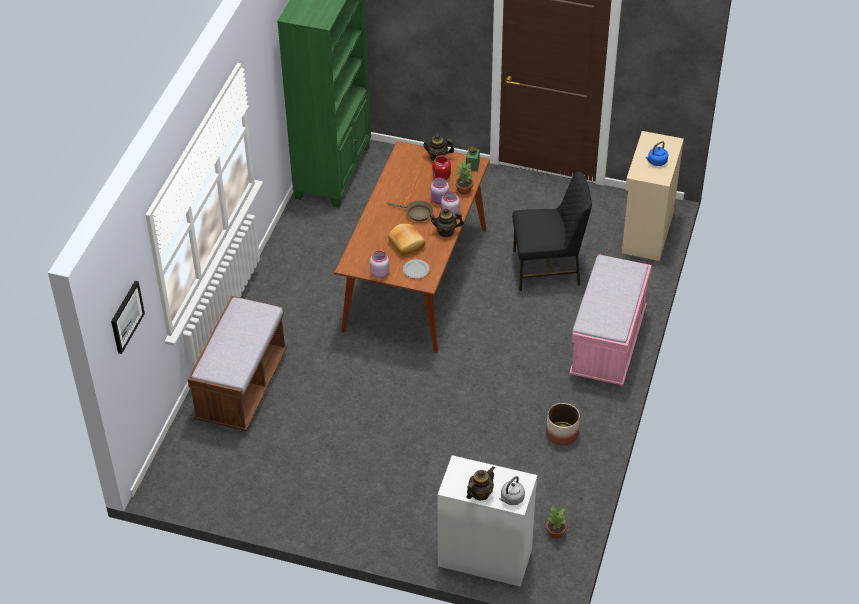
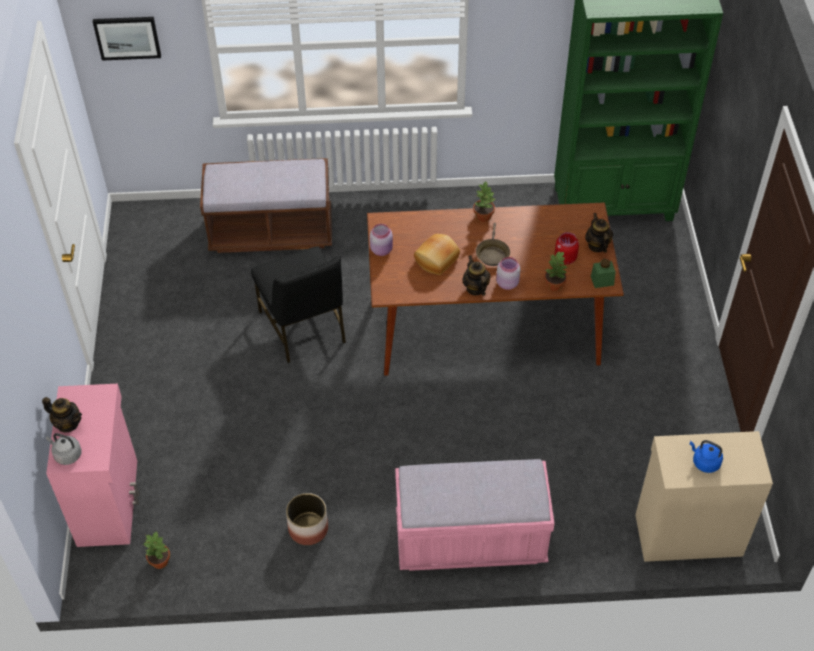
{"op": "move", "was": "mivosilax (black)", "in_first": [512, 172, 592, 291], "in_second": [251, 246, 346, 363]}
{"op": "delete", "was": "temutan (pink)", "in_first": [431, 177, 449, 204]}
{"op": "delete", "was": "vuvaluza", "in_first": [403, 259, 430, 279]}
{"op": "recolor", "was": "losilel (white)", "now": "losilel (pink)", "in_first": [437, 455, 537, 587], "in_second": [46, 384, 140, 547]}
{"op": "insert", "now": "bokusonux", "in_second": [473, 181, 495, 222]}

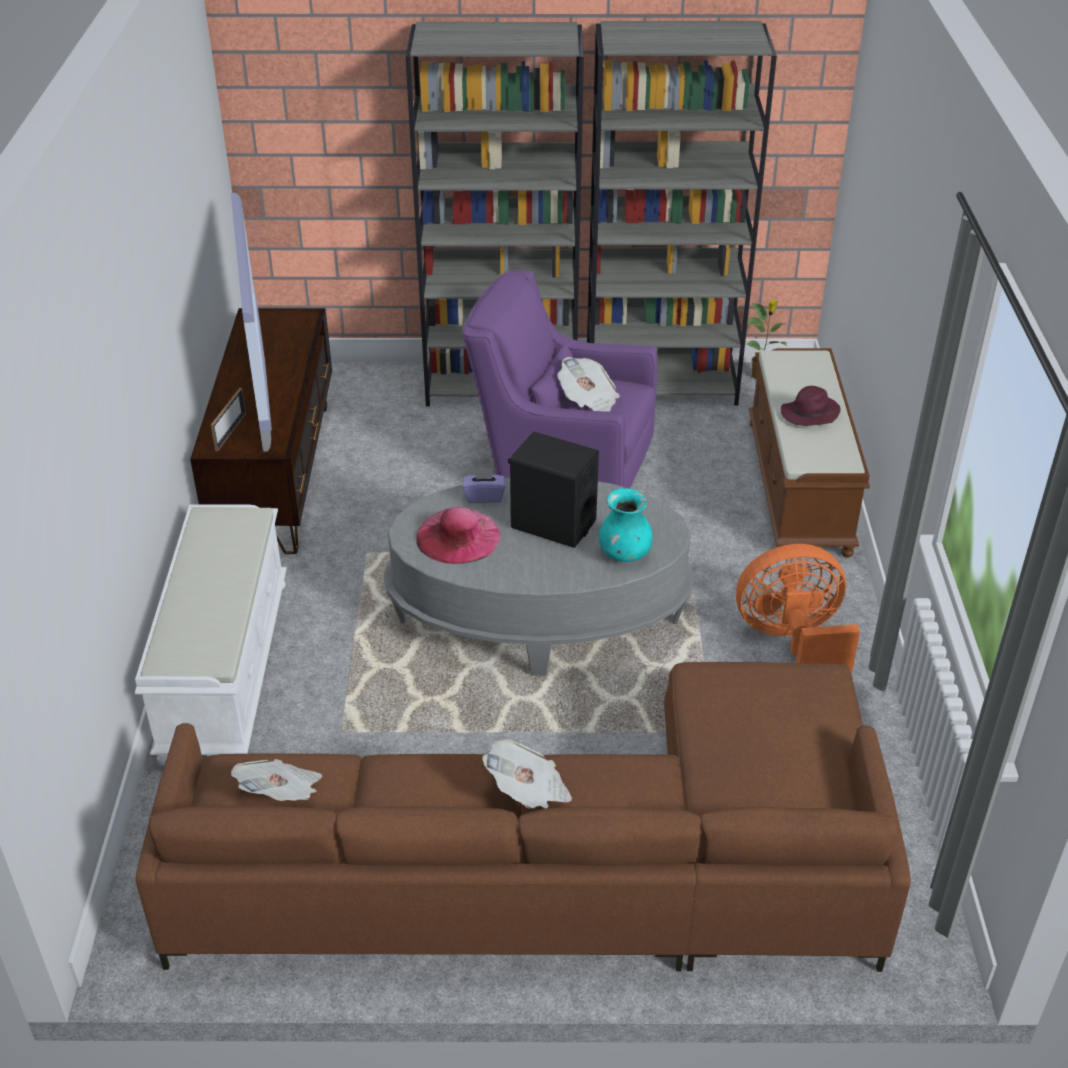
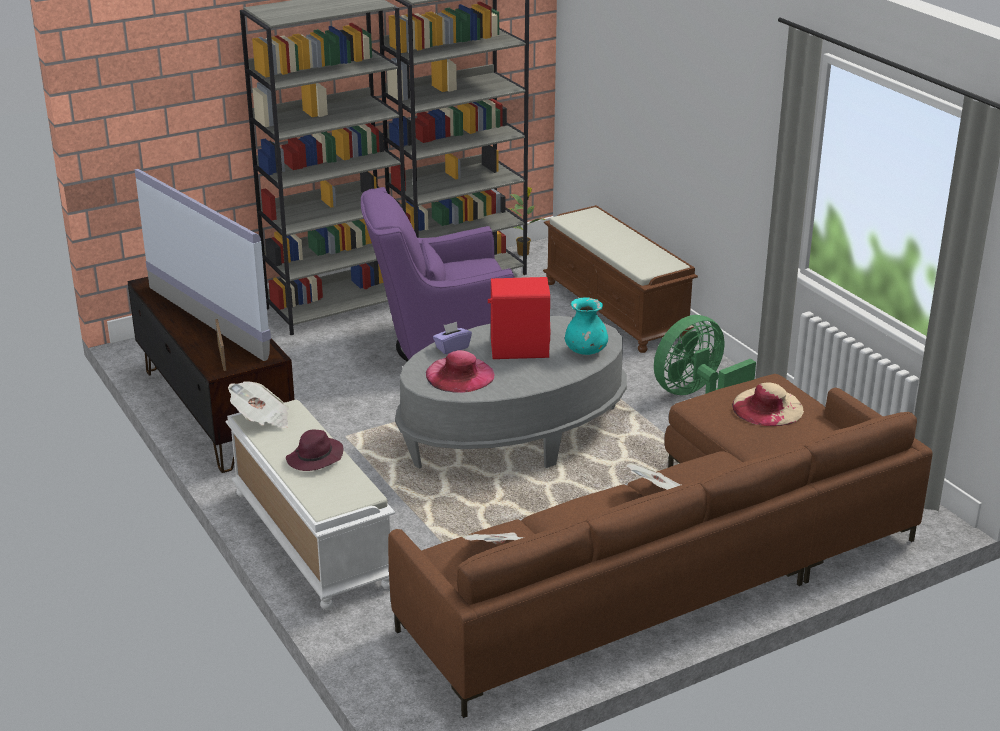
{"op": "move", "was": "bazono", "in_first": [557, 357, 620, 412], "in_second": [228, 381, 289, 428]}
{"op": "move", "was": "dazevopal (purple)", "in_first": [781, 386, 841, 426], "in_second": [286, 429, 343, 471]}
{"op": "recolor", "was": "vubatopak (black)", "now": "vubatopak (red)", "in_first": [508, 432, 599, 548], "in_second": [488, 277, 550, 359]}
{"op": "recolor", "was": "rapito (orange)", "now": "rapito (green)", "in_first": [736, 544, 860, 674], "in_second": [654, 315, 756, 395]}
{"op": "insert", "now": "dazevopal (beige)", "in_second": [732, 383, 804, 426]}

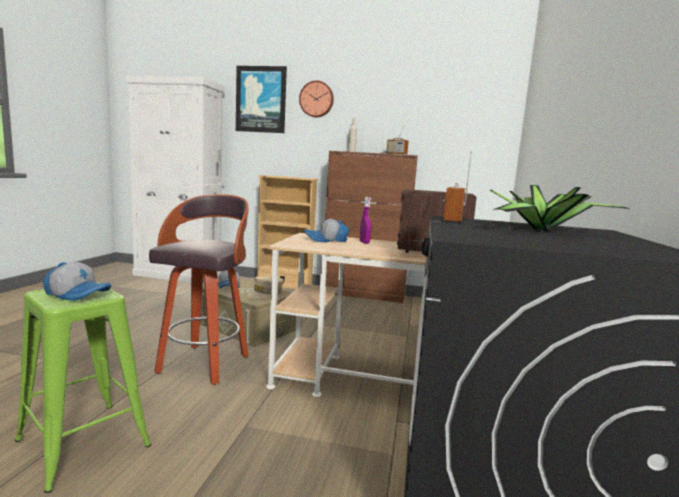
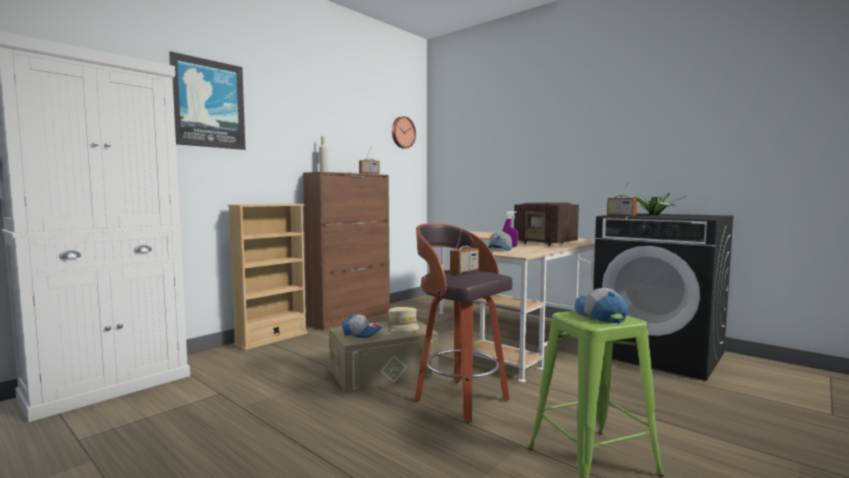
{"op": "move", "was": "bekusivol", "in_first": [299, 81, 334, 117], "in_second": [392, 116, 416, 149]}
{"op": "rotate", "was": "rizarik", "in_first": [43, 262, 111, 301], "in_second": [575, 288, 628, 323], "clockwise": -60}
{"op": "insert", "now": "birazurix", "in_second": [450, 226, 479, 274]}

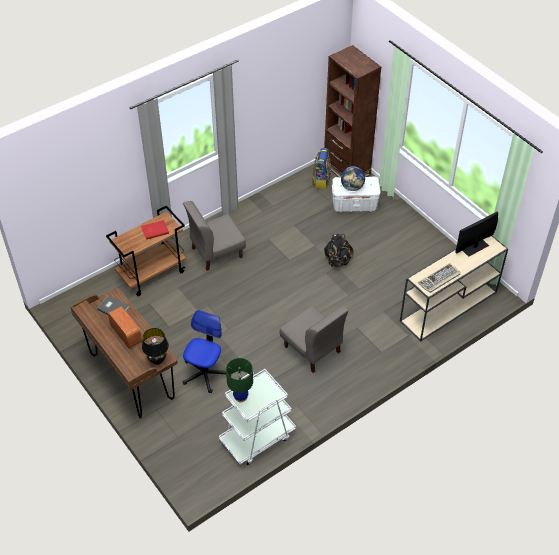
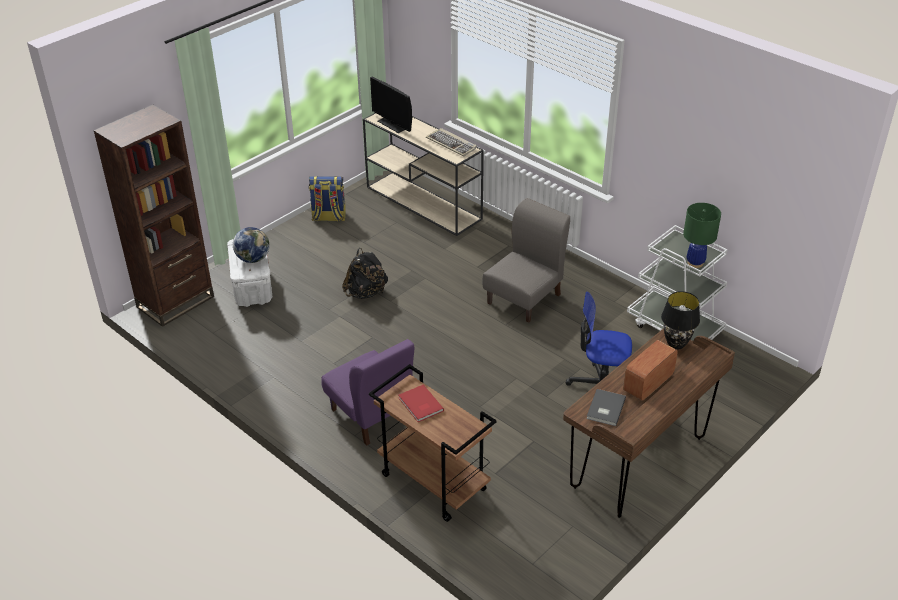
{"op": "move", "was": "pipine", "in_first": [312, 148, 331, 189], "in_second": [309, 176, 346, 222]}
{"op": "recolor", "was": "mivosilax (grey)", "now": "mivosilax (purple)", "in_first": [183, 201, 246, 271], "in_second": [321, 339, 414, 446]}

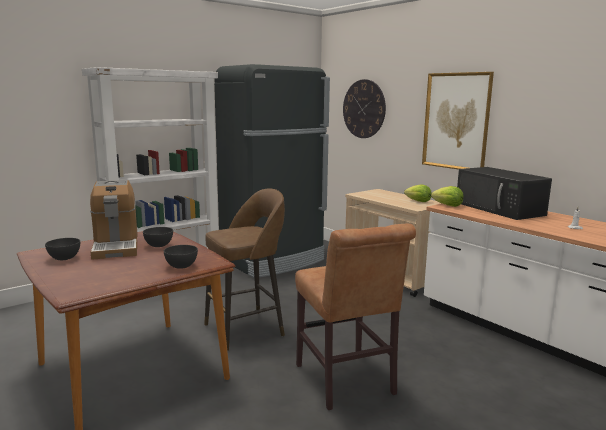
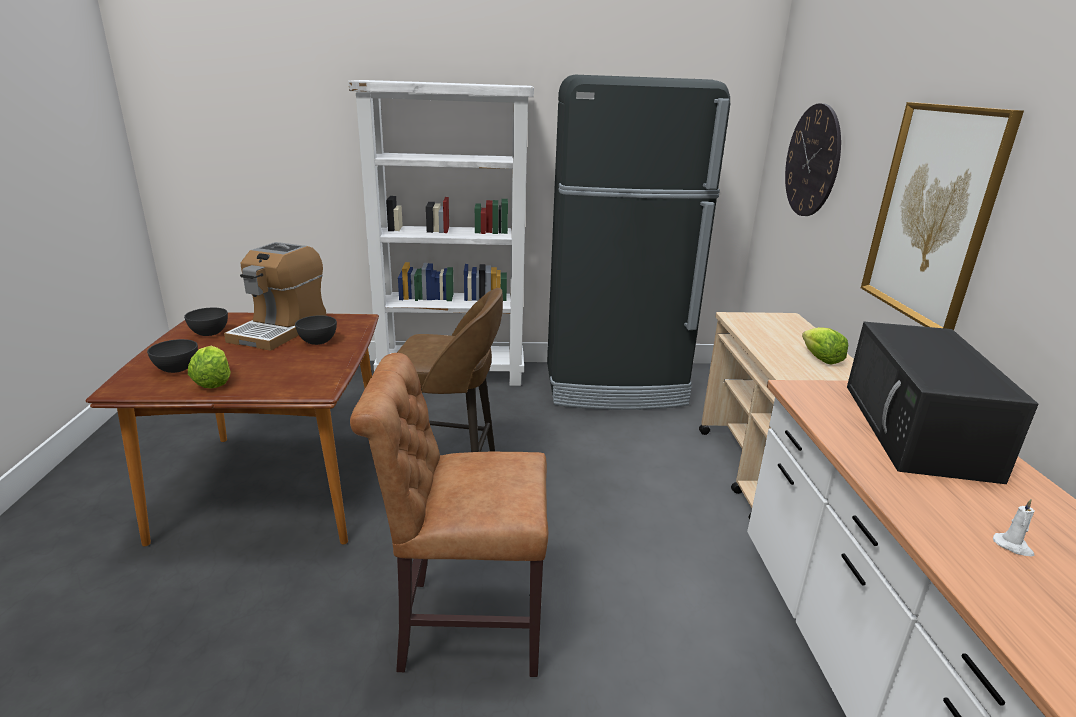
{"op": "move", "was": "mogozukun", "in_first": [431, 186, 463, 207], "in_second": [188, 346, 231, 389]}
{"op": "rotate", "was": "mivosilax (brown)", "in_first": [295, 224, 416, 410], "in_second": [350, 353, 548, 677], "clockwise": 75}
{"op": "move", "was": "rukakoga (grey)", "in_first": [164, 245, 198, 269], "in_second": [147, 339, 198, 373]}

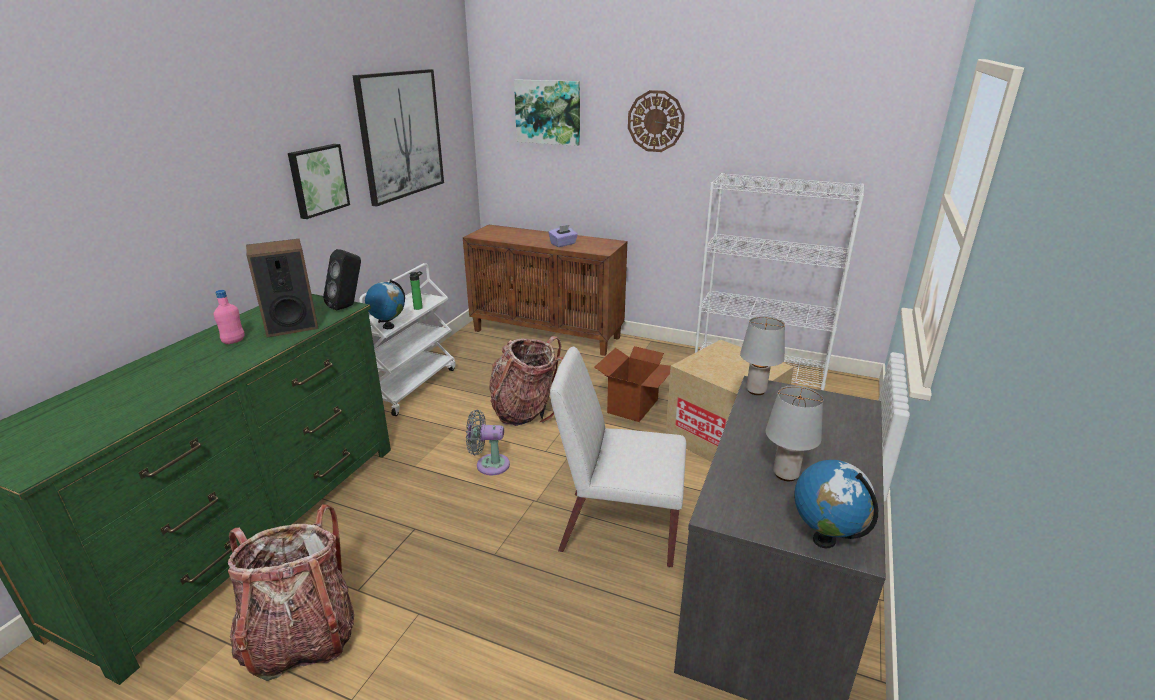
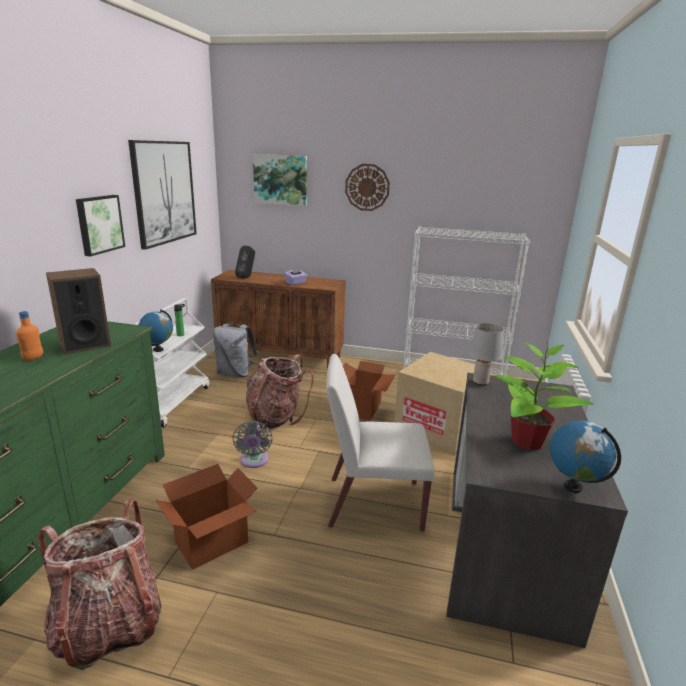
{"op": "move", "was": "vubatopak (black)", "in_first": [323, 249, 361, 311], "in_second": [235, 246, 255, 279]}
{"op": "recolor", "was": "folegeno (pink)", "now": "folegeno (orange)", "in_first": [214, 290, 245, 344], "in_second": [16, 311, 43, 361]}
{"op": "replace", "was": "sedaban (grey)", "now": "bokusonux", "in_first": [766, 385, 823, 481], "in_second": [494, 342, 593, 450]}
{"op": "rotate", "was": "rapito (grey)", "in_first": [466, 410, 510, 475], "in_second": [232, 421, 273, 468], "clockwise": -90}
{"op": "insert", "now": "pipine (grey)", "in_second": [213, 323, 257, 377]}
{"op": "insert", "now": "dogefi", "in_second": [156, 464, 257, 569]}

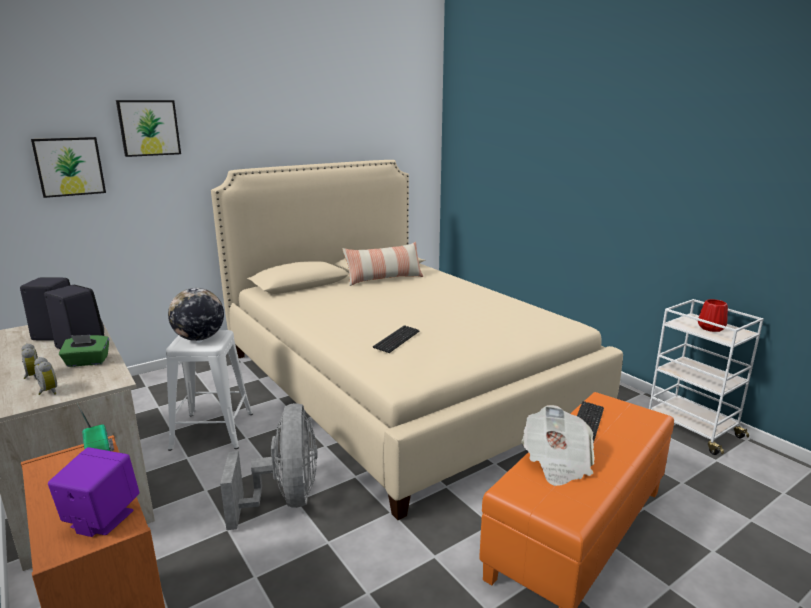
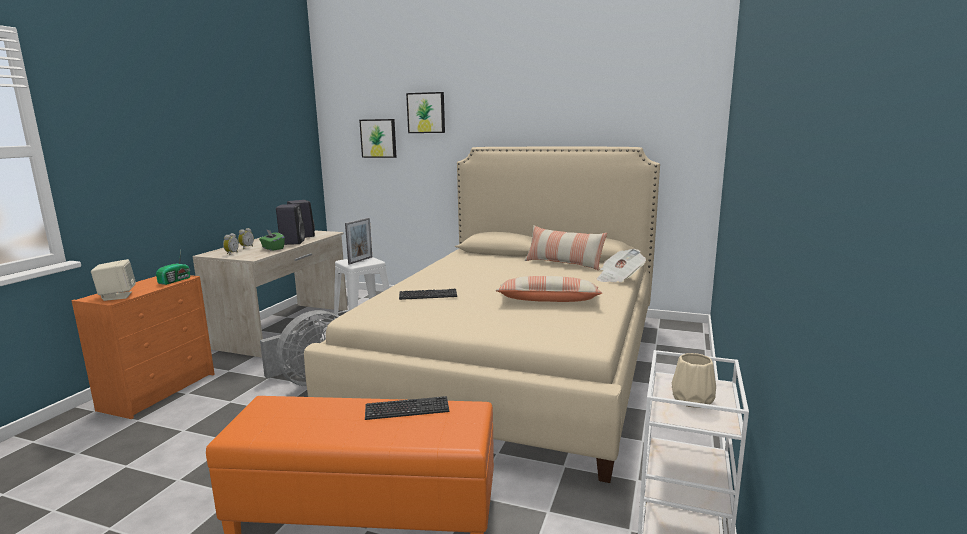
{"op": "replace", "was": "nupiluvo", "now": "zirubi", "in_first": [168, 288, 224, 341], "in_second": [345, 218, 372, 265]}
{"op": "recolor", "was": "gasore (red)", "now": "gasore (beige)", "in_first": [698, 299, 728, 332], "in_second": [672, 353, 716, 408]}
{"op": "move", "was": "bazono", "in_first": [522, 405, 594, 486], "in_second": [597, 249, 646, 282]}
{"op": "recolor", "was": "vubatopak (purple)", "now": "vubatopak (beige)", "in_first": [48, 447, 139, 537], "in_second": [91, 259, 136, 301]}
{"op": "insert", "now": "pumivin", "in_second": [496, 276, 602, 302]}

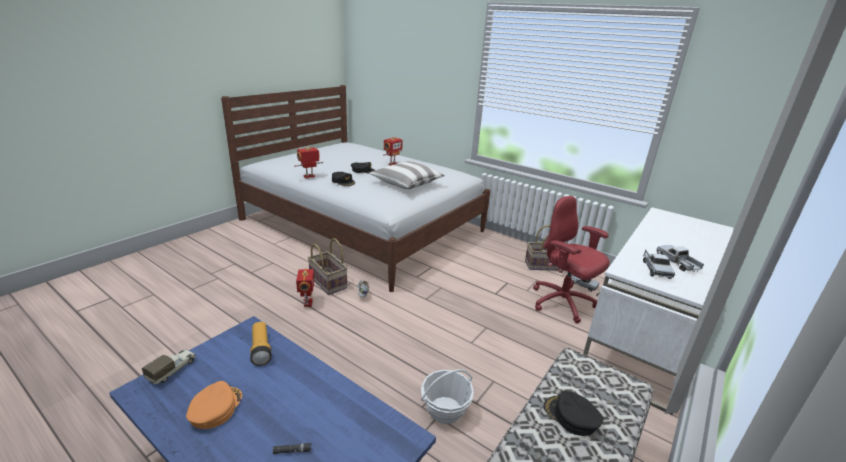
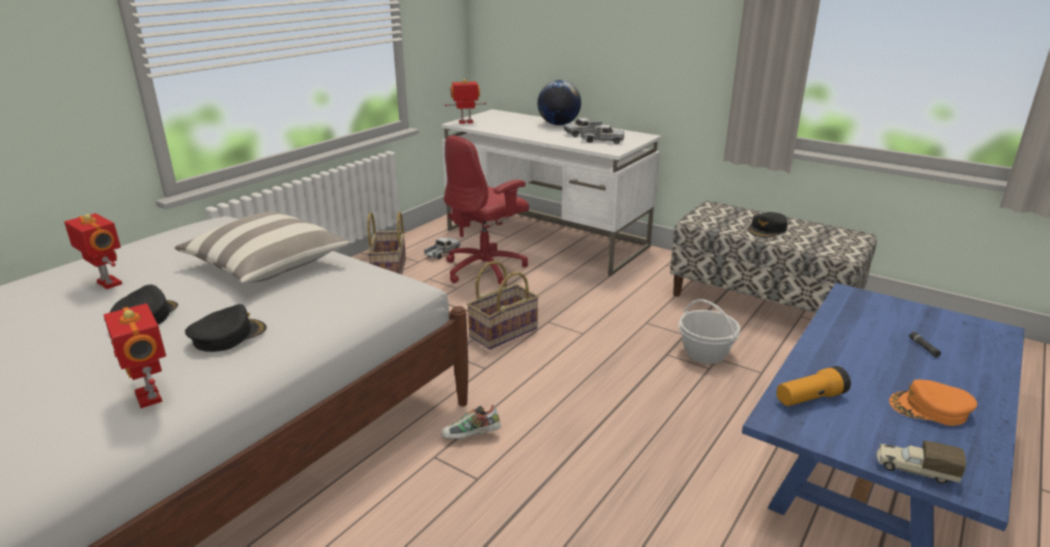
{"op": "move", "was": "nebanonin", "in_first": [308, 238, 348, 295], "in_second": [467, 261, 539, 350]}
{"op": "move", "was": "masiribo", "in_first": [296, 269, 314, 307], "in_second": [445, 79, 486, 124]}
{"op": "insert", "now": "nupiluvo", "in_second": [537, 80, 581, 125]}

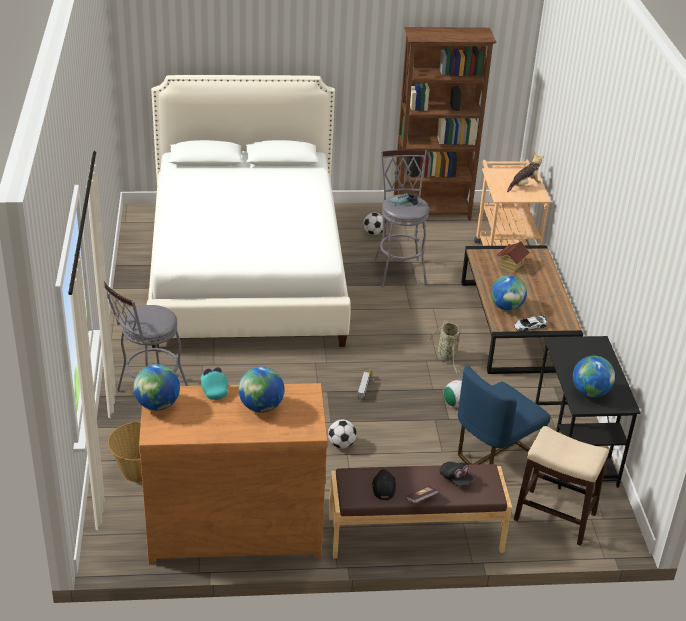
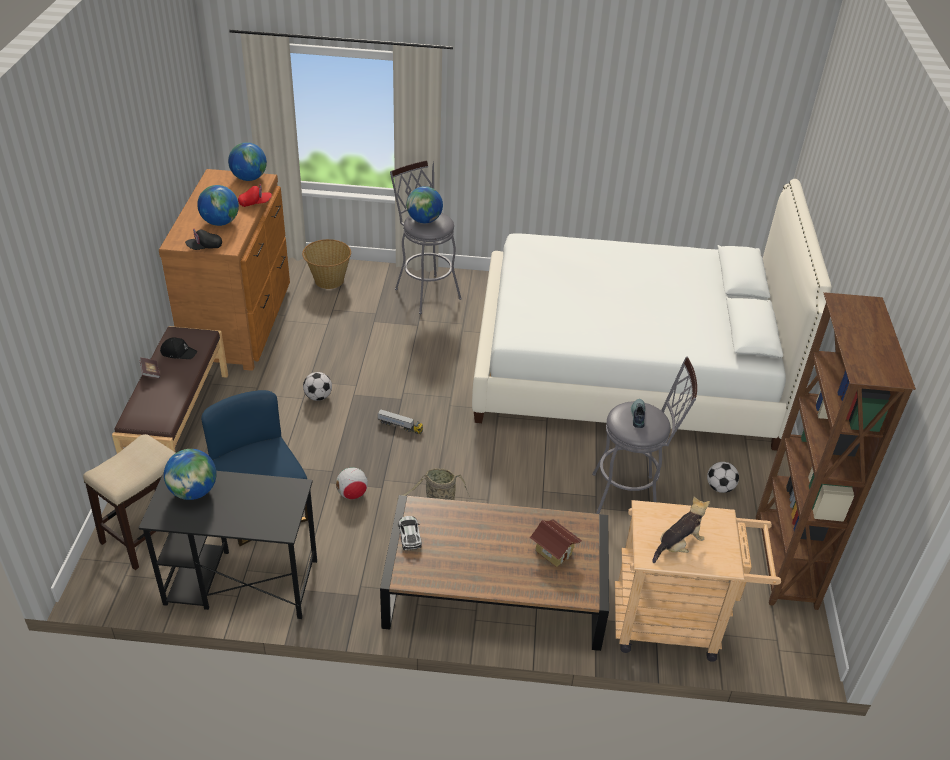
{"op": "rotate", "was": "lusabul", "in_first": [507, 152, 544, 192], "in_second": [652, 497, 710, 563], "clockwise": -105}
{"op": "move", "was": "nupiluvo", "in_first": [491, 275, 527, 311], "in_second": [407, 186, 443, 223]}
{"op": "recolor", "was": "rizarik (turquoise)", "now": "rizarik (red)", "in_first": [201, 367, 228, 400], "in_second": [238, 184, 272, 207]}
{"op": "move", "was": "rizarik (black)", "in_first": [440, 462, 473, 486], "in_second": [185, 229, 222, 250]}

